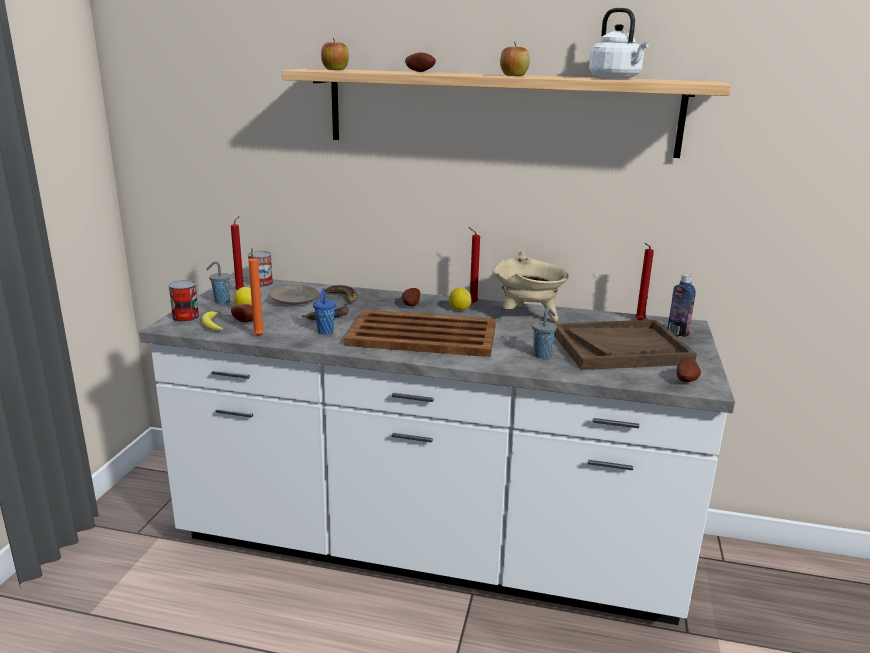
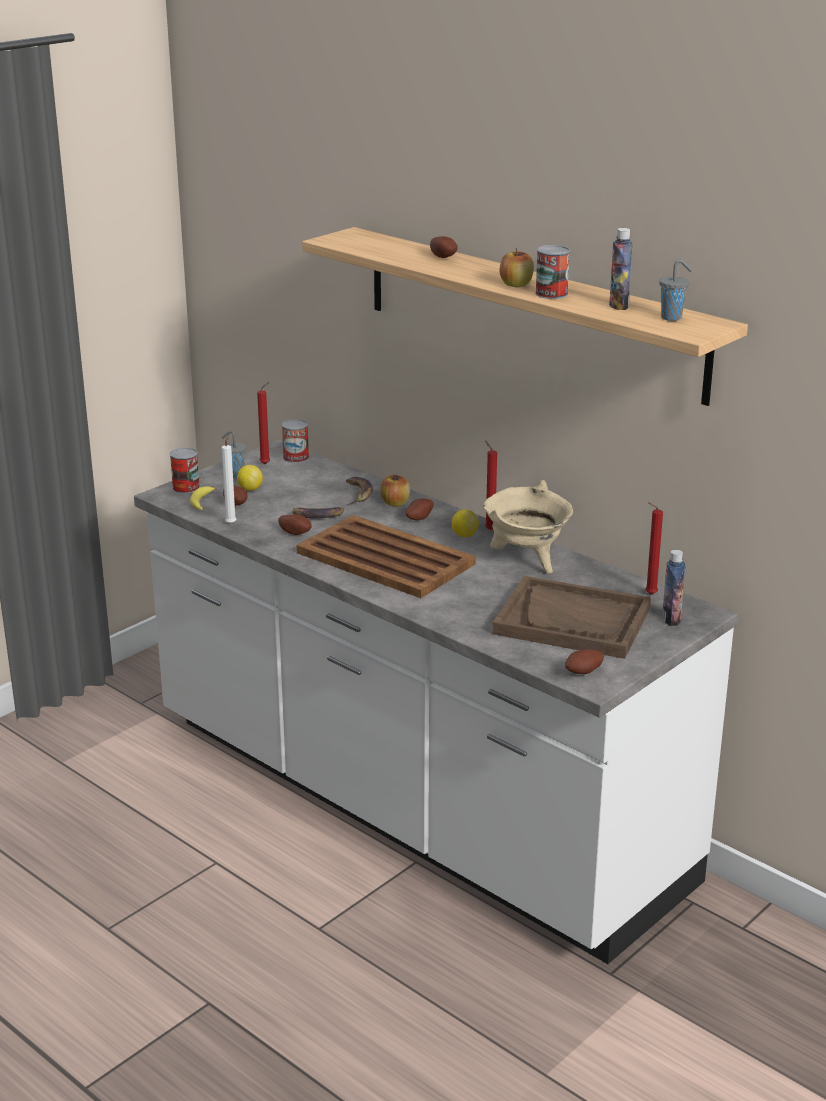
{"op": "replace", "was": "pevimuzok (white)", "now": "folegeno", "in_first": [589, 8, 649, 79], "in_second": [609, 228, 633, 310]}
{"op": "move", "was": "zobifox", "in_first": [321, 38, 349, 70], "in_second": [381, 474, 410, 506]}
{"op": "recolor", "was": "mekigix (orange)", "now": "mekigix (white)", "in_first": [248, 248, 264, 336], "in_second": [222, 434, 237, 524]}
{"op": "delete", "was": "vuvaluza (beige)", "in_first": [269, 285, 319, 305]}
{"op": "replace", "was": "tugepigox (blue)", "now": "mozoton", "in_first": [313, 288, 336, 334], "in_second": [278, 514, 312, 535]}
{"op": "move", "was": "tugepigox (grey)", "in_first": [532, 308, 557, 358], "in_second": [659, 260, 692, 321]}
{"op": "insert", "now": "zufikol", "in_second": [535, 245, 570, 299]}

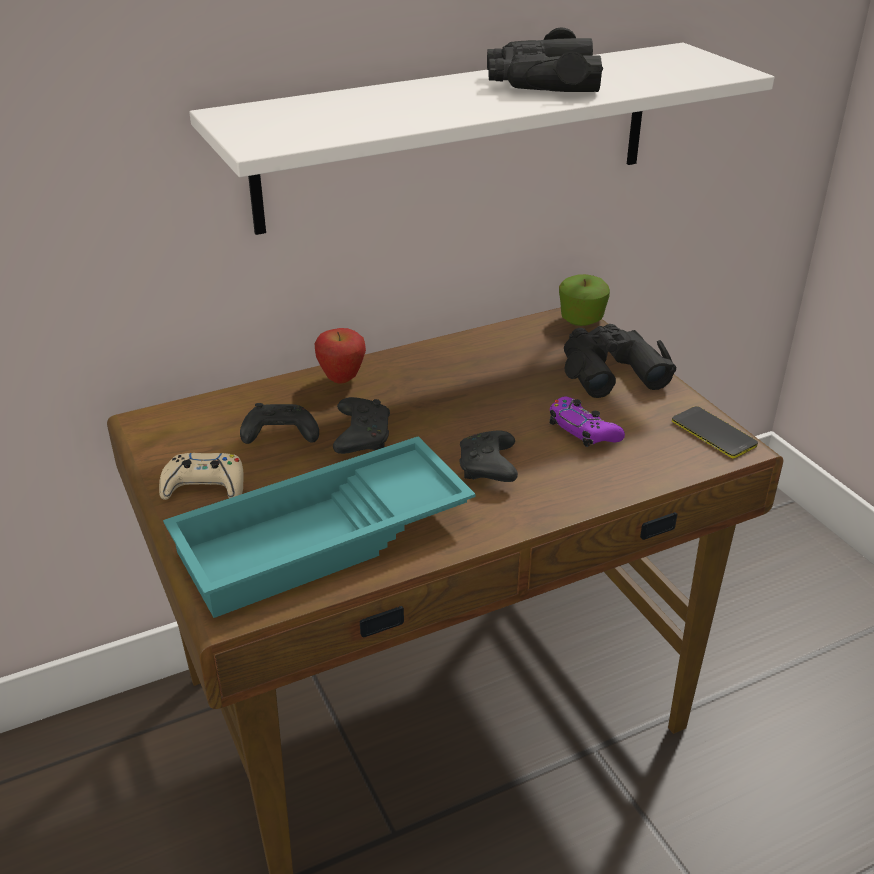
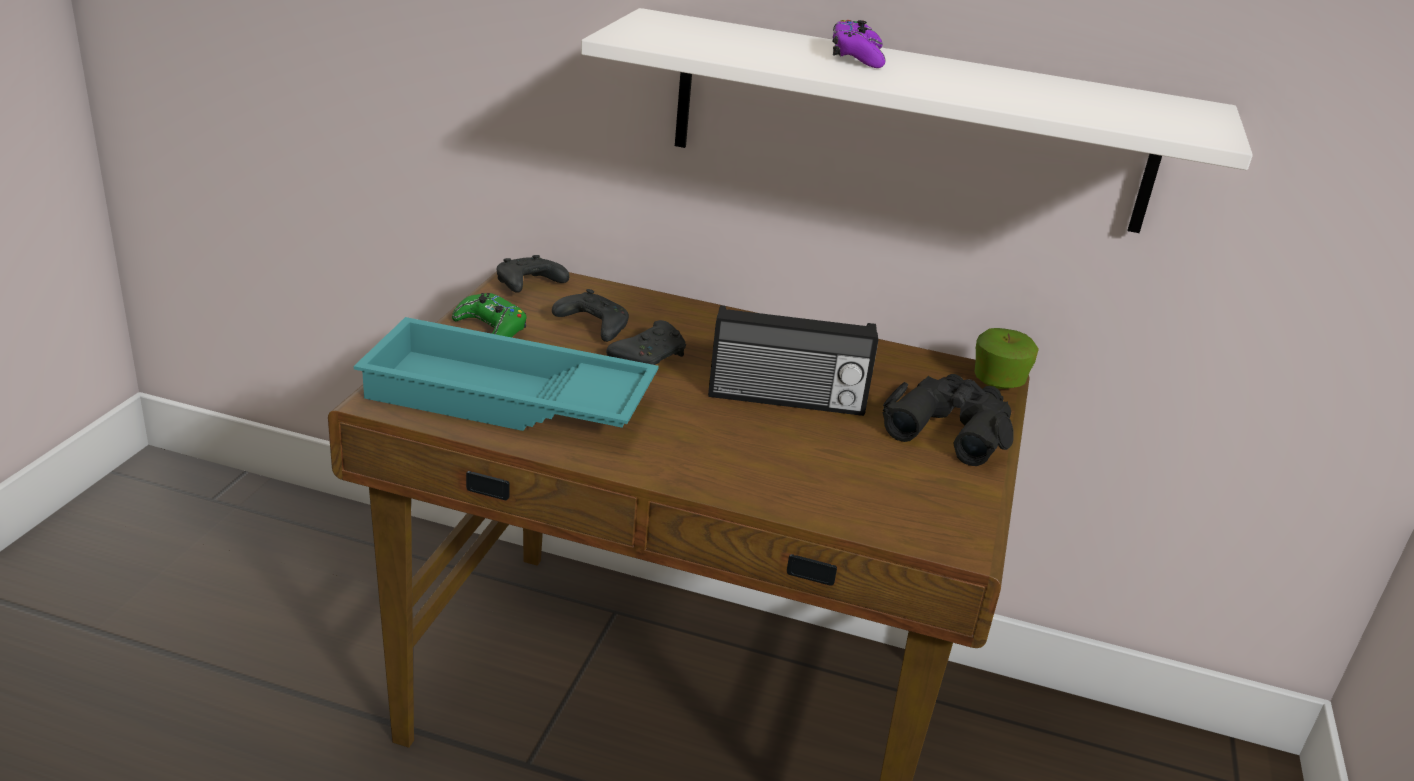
{"op": "delete", "was": "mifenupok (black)", "in_first": [487, 27, 603, 92]}
{"op": "delete", "was": "zobifox", "in_first": [314, 328, 366, 384]}
{"op": "move", "was": "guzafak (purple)", "in_first": [549, 397, 625, 447], "in_second": [832, 20, 886, 68]}
{"op": "delete", "was": "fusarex", "in_first": [672, 406, 758, 459]}
{"op": "move", "was": "guzafak (black)", "in_first": [459, 431, 518, 482], "in_second": [496, 255, 569, 293]}
{"op": "recolor", "was": "guzafak (beige)", "now": "guzafak (green)", "in_first": [159, 453, 244, 500], "in_second": [452, 293, 527, 337]}
{"op": "insert", "now": "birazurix", "in_second": [708, 305, 878, 416]}

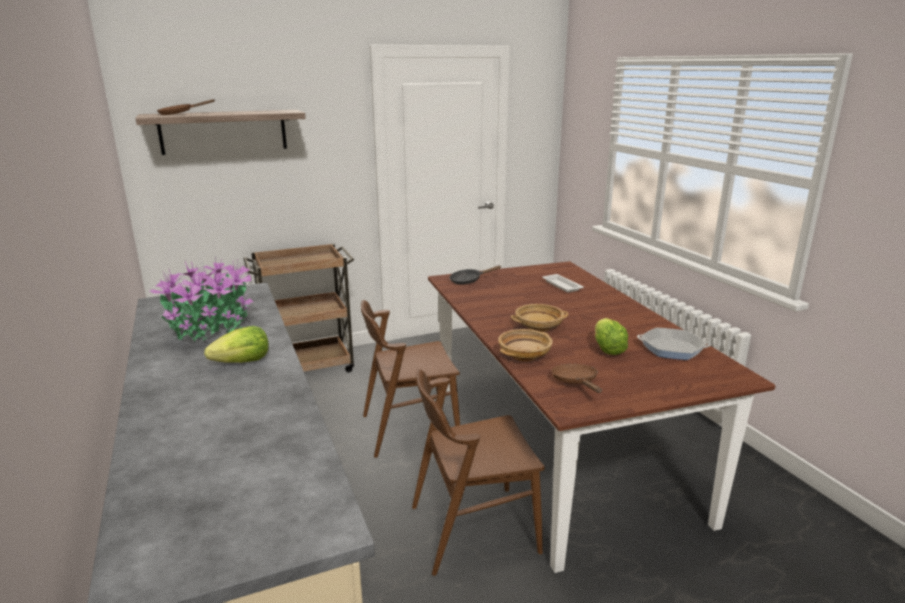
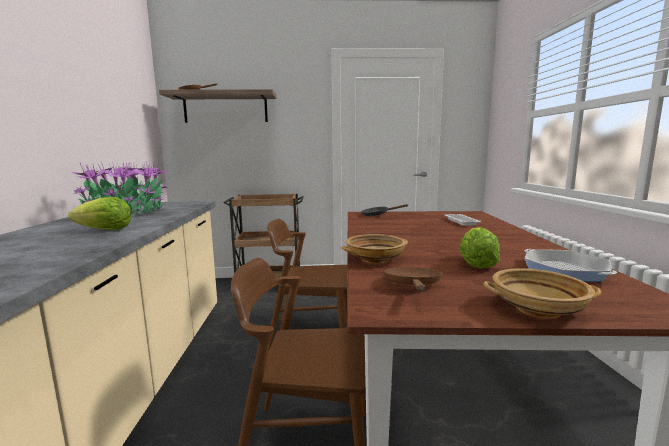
{"op": "move", "was": "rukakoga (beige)", "in_first": [511, 304, 568, 332], "in_second": [483, 268, 602, 318]}
{"op": "rotate", "was": "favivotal", "in_first": [637, 328, 711, 360], "in_second": [525, 249, 617, 282], "clockwise": -150}

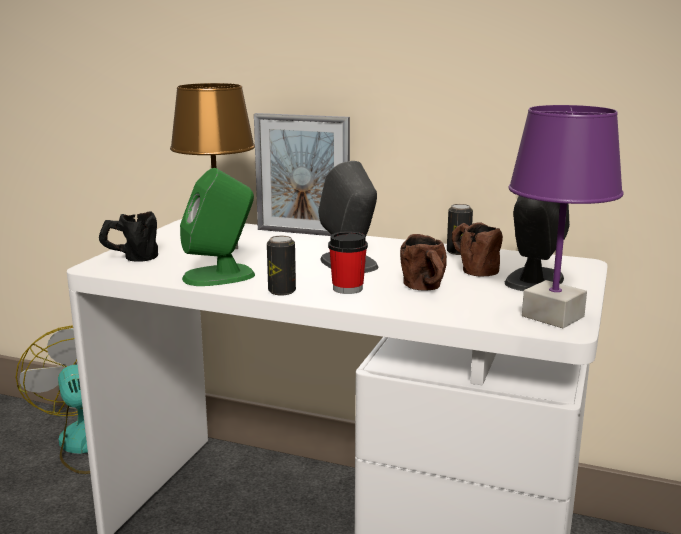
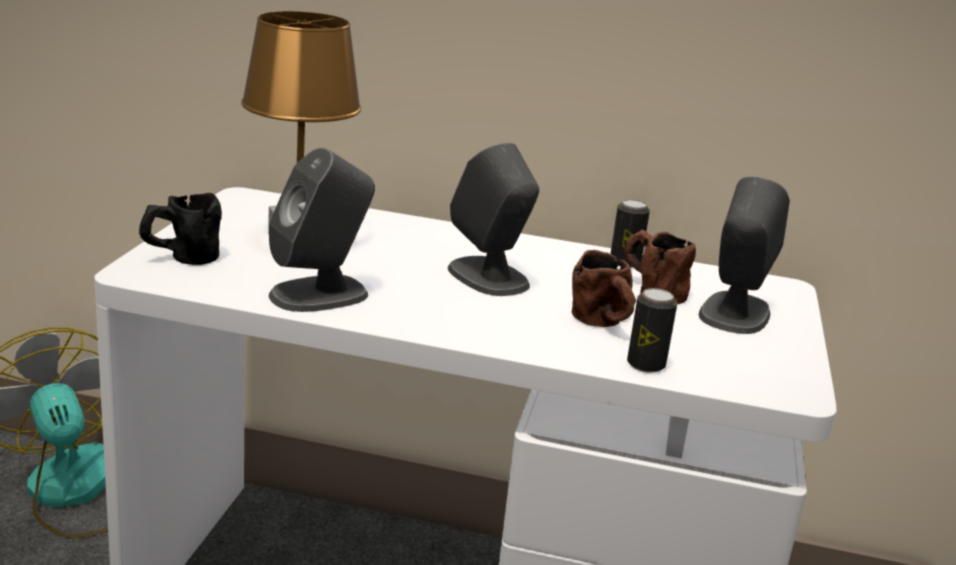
{"op": "delete", "was": "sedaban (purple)", "in_first": [508, 105, 624, 328]}
{"op": "delete", "was": "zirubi", "in_first": [254, 113, 350, 236]}
{"op": "recolor", "was": "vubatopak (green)", "now": "vubatopak (grey)", "in_first": [180, 168, 255, 286], "in_second": [269, 148, 375, 312]}
{"op": "delete", "was": "tugepigox", "in_first": [328, 231, 368, 294]}
{"op": "move", "was": "zufikol", "in_first": [267, 236, 296, 295], "in_second": [627, 288, 677, 373]}

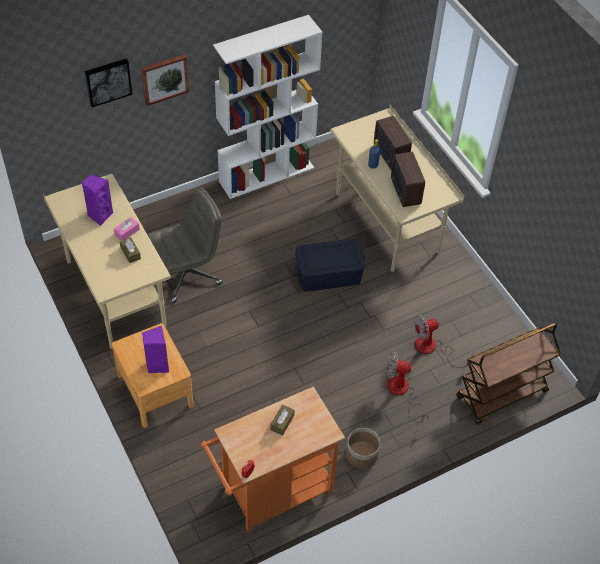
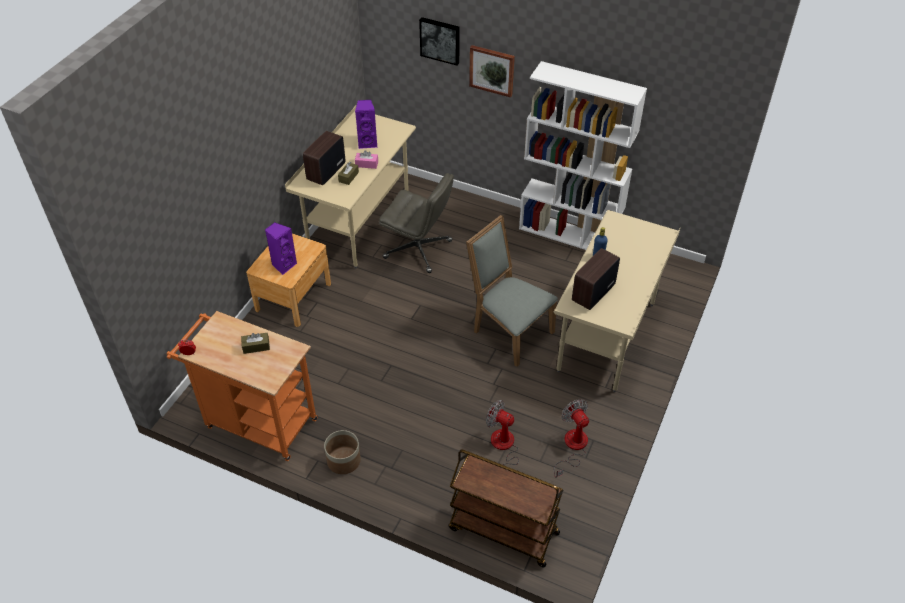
{"op": "move", "was": "birazurix", "in_first": [374, 116, 412, 171], "in_second": [303, 131, 345, 185]}
{"op": "replace", "was": "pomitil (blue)", "now": "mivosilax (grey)", "in_first": [295, 239, 365, 292], "in_second": [466, 215, 558, 367]}
{"op": "move", "was": "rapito", "in_first": [387, 352, 429, 423], "in_second": [554, 399, 589, 478]}

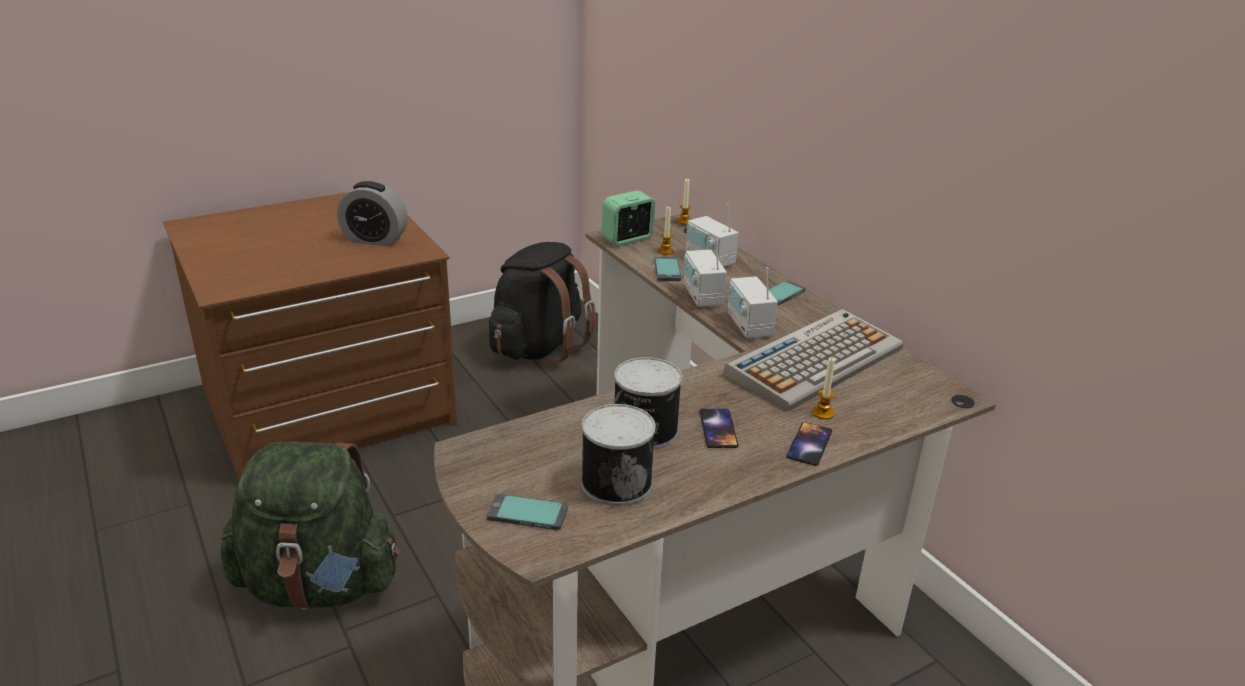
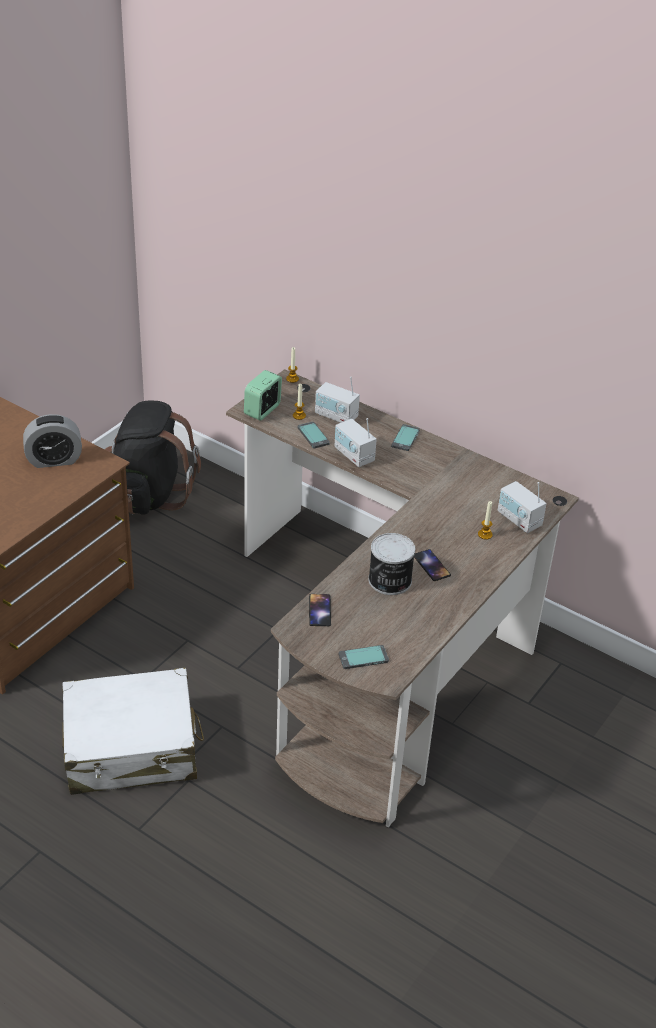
{"op": "move", "was": "birazurix", "in_first": [727, 267, 778, 338], "in_second": [498, 481, 547, 533]}
{"op": "delete", "was": "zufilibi", "in_first": [723, 309, 904, 412]}
{"op": "delete", "was": "zufikol", "in_first": [581, 404, 656, 506]}
{"op": "move", "was": "fusarex", "in_first": [786, 422, 832, 466], "in_second": [309, 594, 331, 626]}
{"op": "replace", "was": "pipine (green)", "now": "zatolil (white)", "in_first": [221, 441, 400, 610], "in_second": [62, 668, 204, 795]}

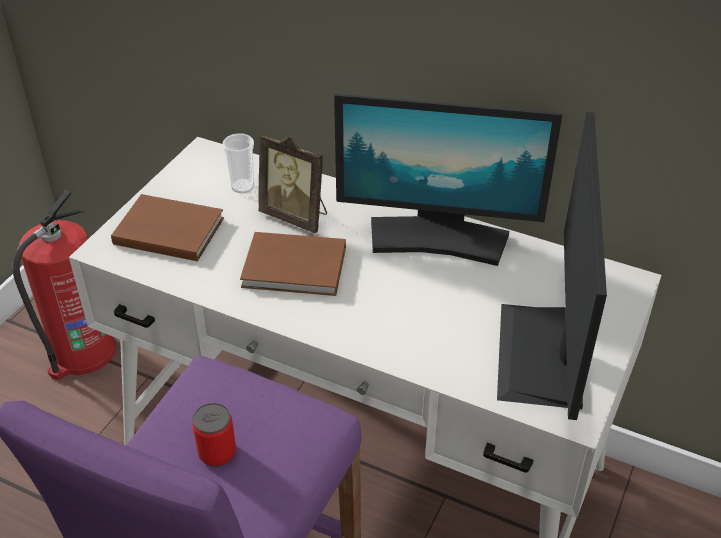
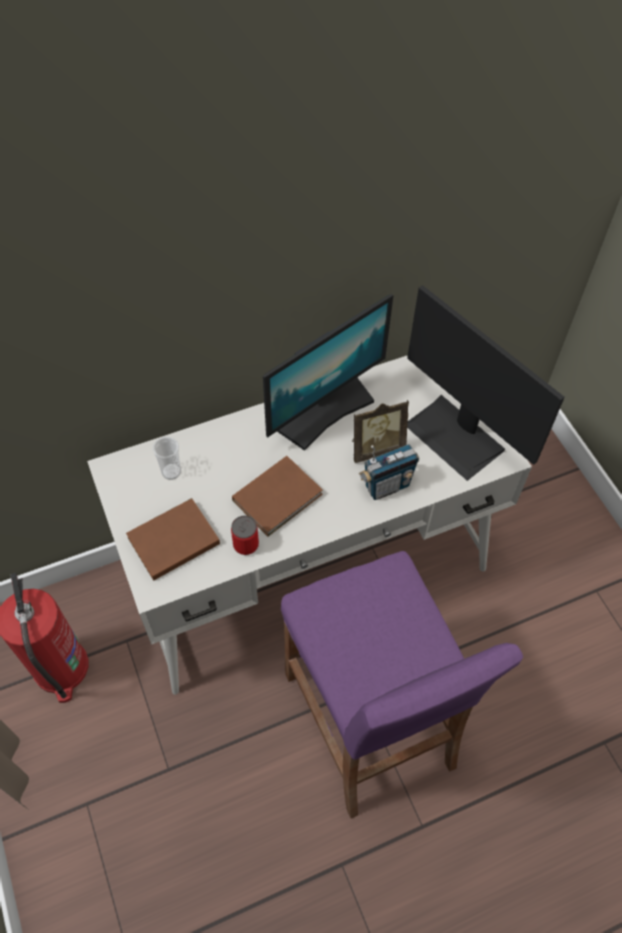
{"op": "move", "was": "zirubi", "in_first": [258, 133, 327, 233], "in_second": [352, 400, 409, 463]}
{"op": "move", "was": "zufikol", "in_first": [192, 403, 236, 467], "in_second": [231, 516, 259, 555]}
{"op": "insert", "now": "birazurix", "in_second": [359, 444, 419, 500]}

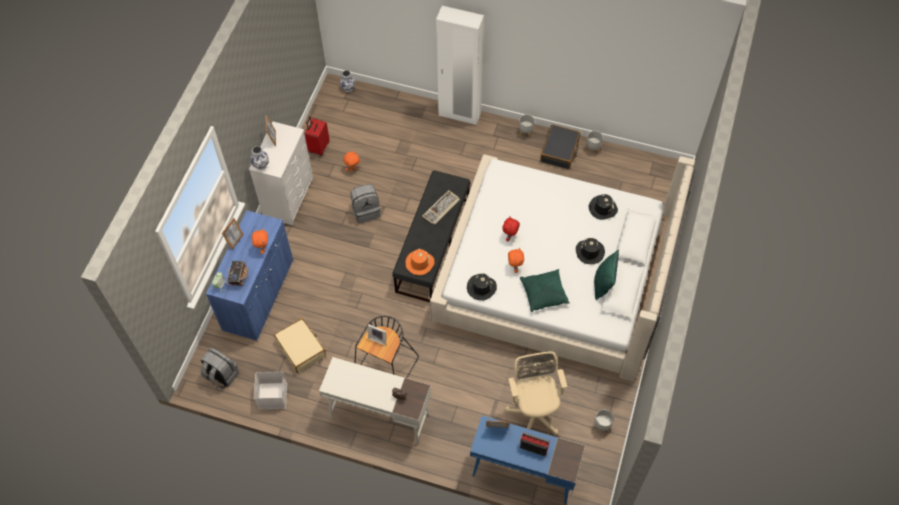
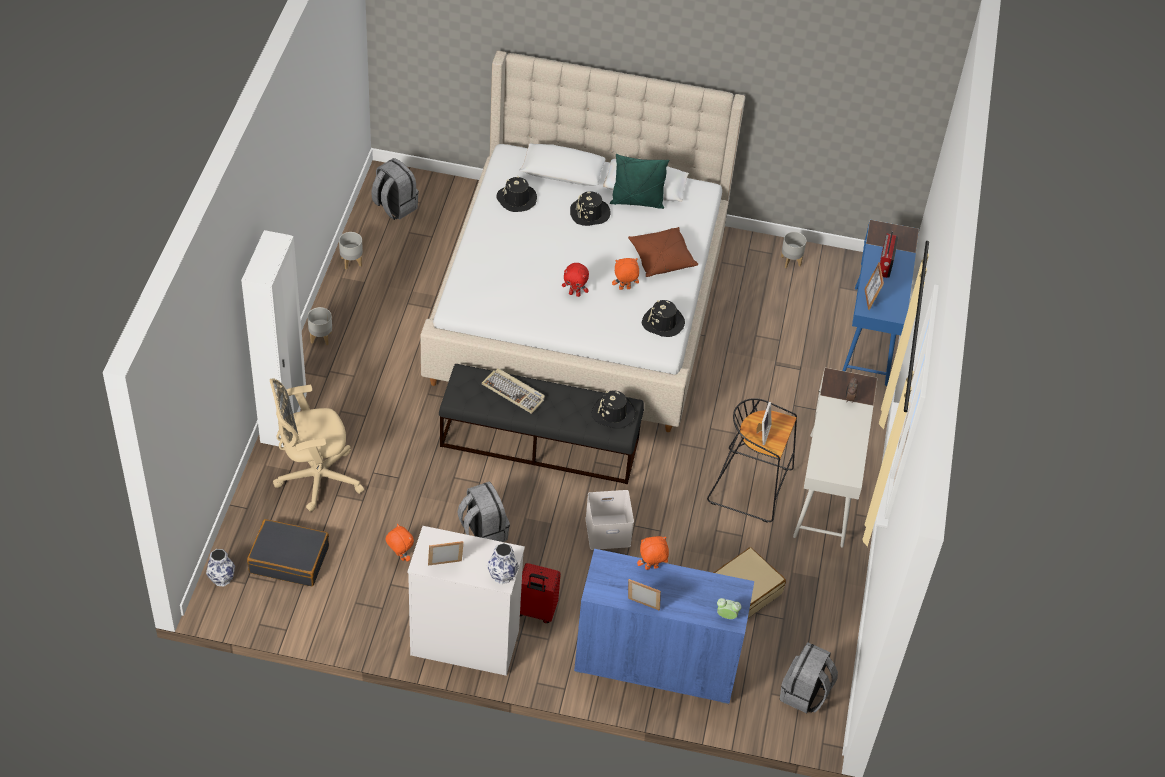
{"op": "move", "was": "zatolil (red)", "in_first": [305, 117, 330, 156], "in_second": [520, 563, 561, 623]}
{"op": "move", "was": "zatolil (black)", "in_first": [540, 124, 580, 169], "in_second": [247, 519, 329, 586]}
{"op": "recolor", "was": "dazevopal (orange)", "now": "dazevopal (black)", "in_first": [406, 248, 435, 275], "in_second": [591, 390, 636, 428]}
{"op": "delete", "was": "birazurix", "in_first": [227, 261, 248, 286]}
{"op": "recolor", "was": "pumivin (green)", "now": "pumivin (brown)", "in_first": [520, 269, 570, 312], "in_second": [628, 227, 698, 277]}
{"op": "move", "was": "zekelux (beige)", "in_first": [505, 351, 567, 436], "in_second": [270, 378, 364, 512]}
{"op": "move", "was": "pomitil (white)", "in_first": [254, 372, 287, 409], "in_second": [585, 490, 634, 550]}
{"op": "insert", "now": "pipine (grey)", "in_second": [371, 158, 419, 220]}

